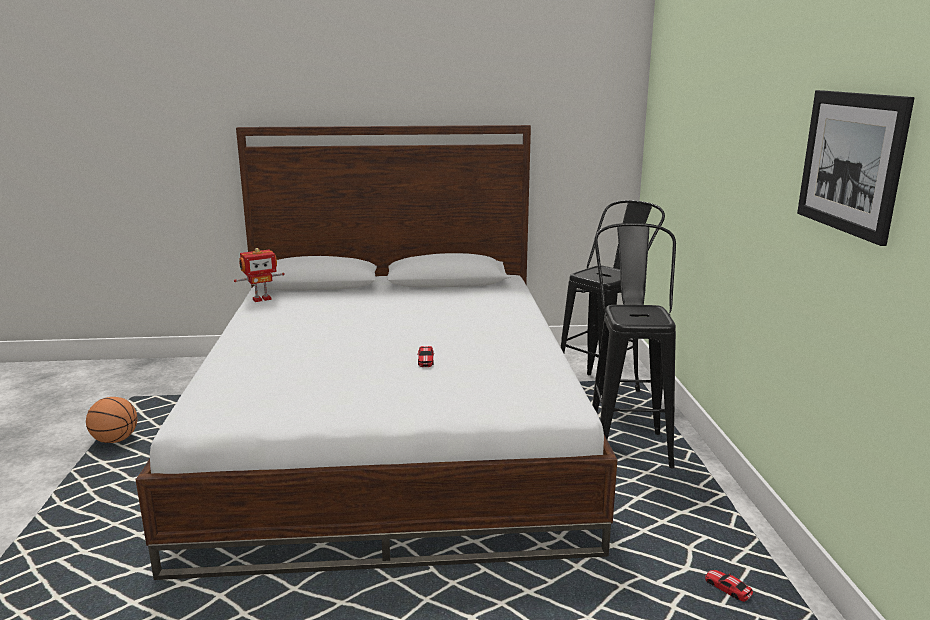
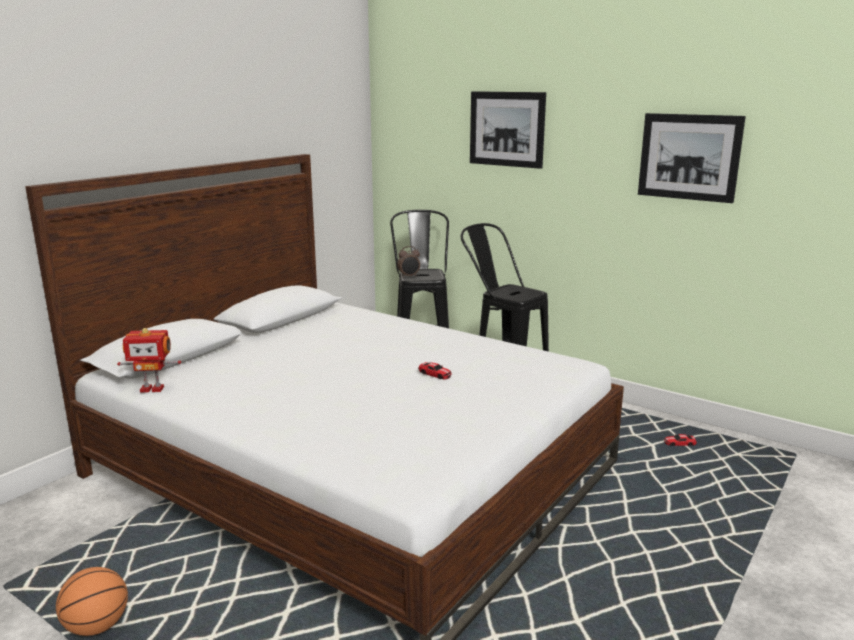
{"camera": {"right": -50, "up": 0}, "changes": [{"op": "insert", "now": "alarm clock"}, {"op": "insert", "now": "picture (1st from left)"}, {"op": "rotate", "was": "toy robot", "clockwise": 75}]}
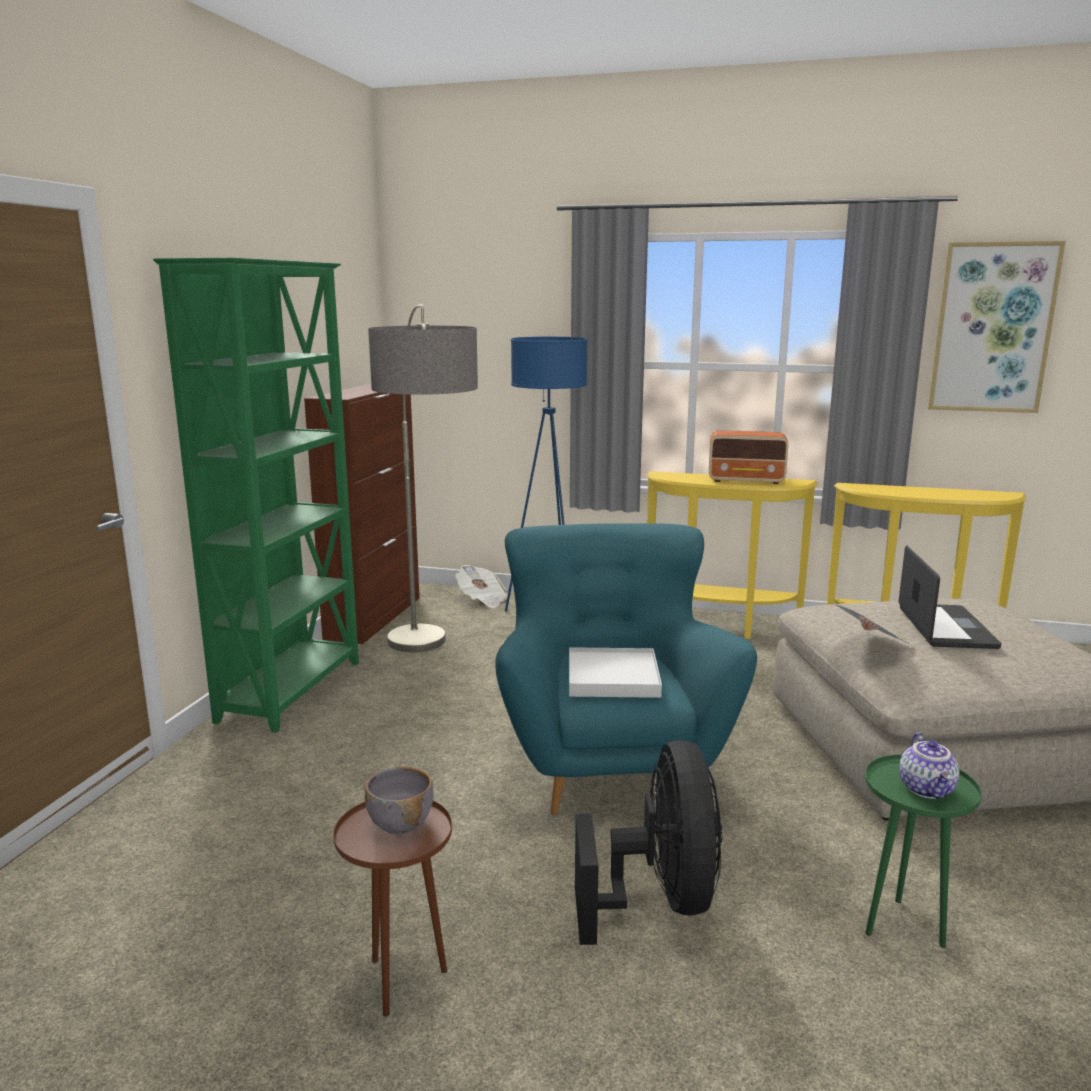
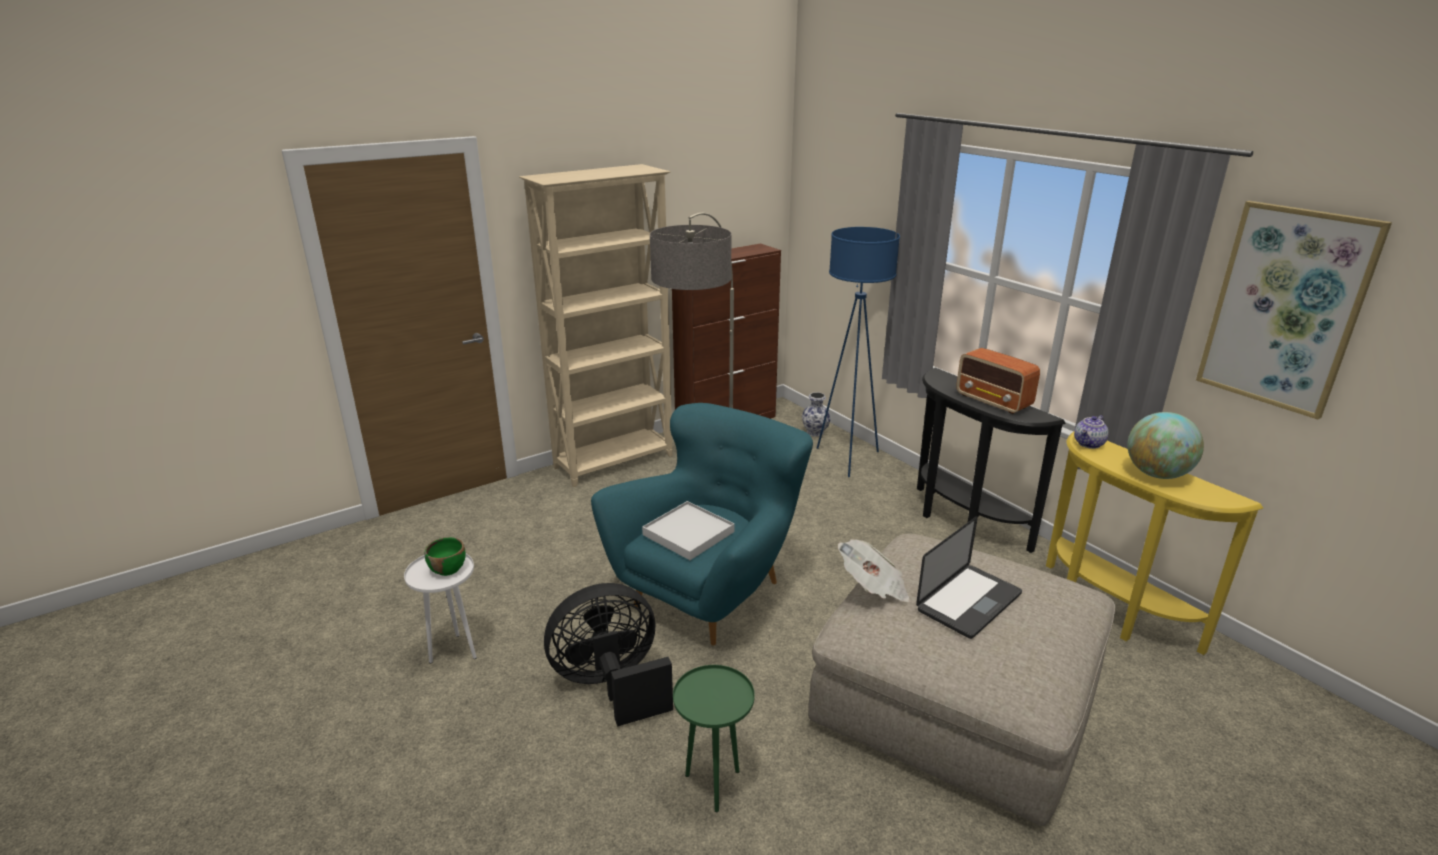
{"camera": {"right": 40, "up": 10}, "changes": [{"op": "insert", "now": "globe"}, {"op": "move", "was": "teapot"}, {"op": "replace", "was": "newspaper (1st from left)", "now": "vase"}, {"op": "recolor", "was": "green bookcase", "now": "beige bookcase"}, {"op": "recolor", "was": "brown side table", "now": "white side table"}, {"op": "recolor", "was": "grey bowl", "now": "green bowl"}, {"op": "recolor", "was": "yellow console table (1st from left)", "now": "black console table"}, {"op": "rotate", "was": "black fan", "clockwise": -150}]}
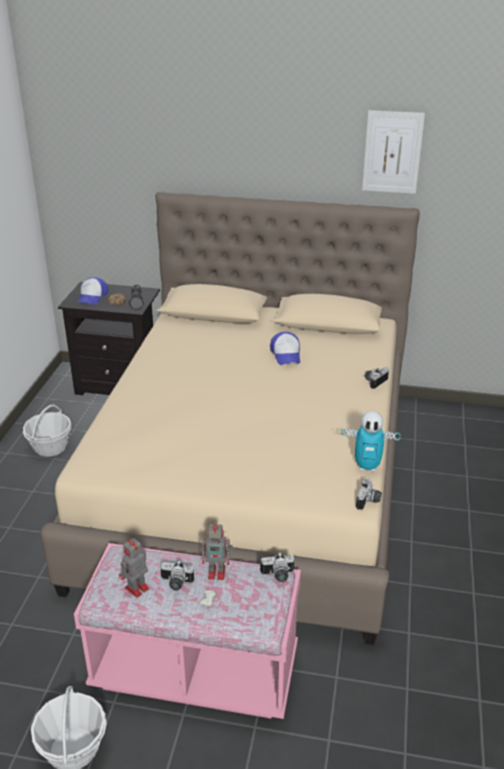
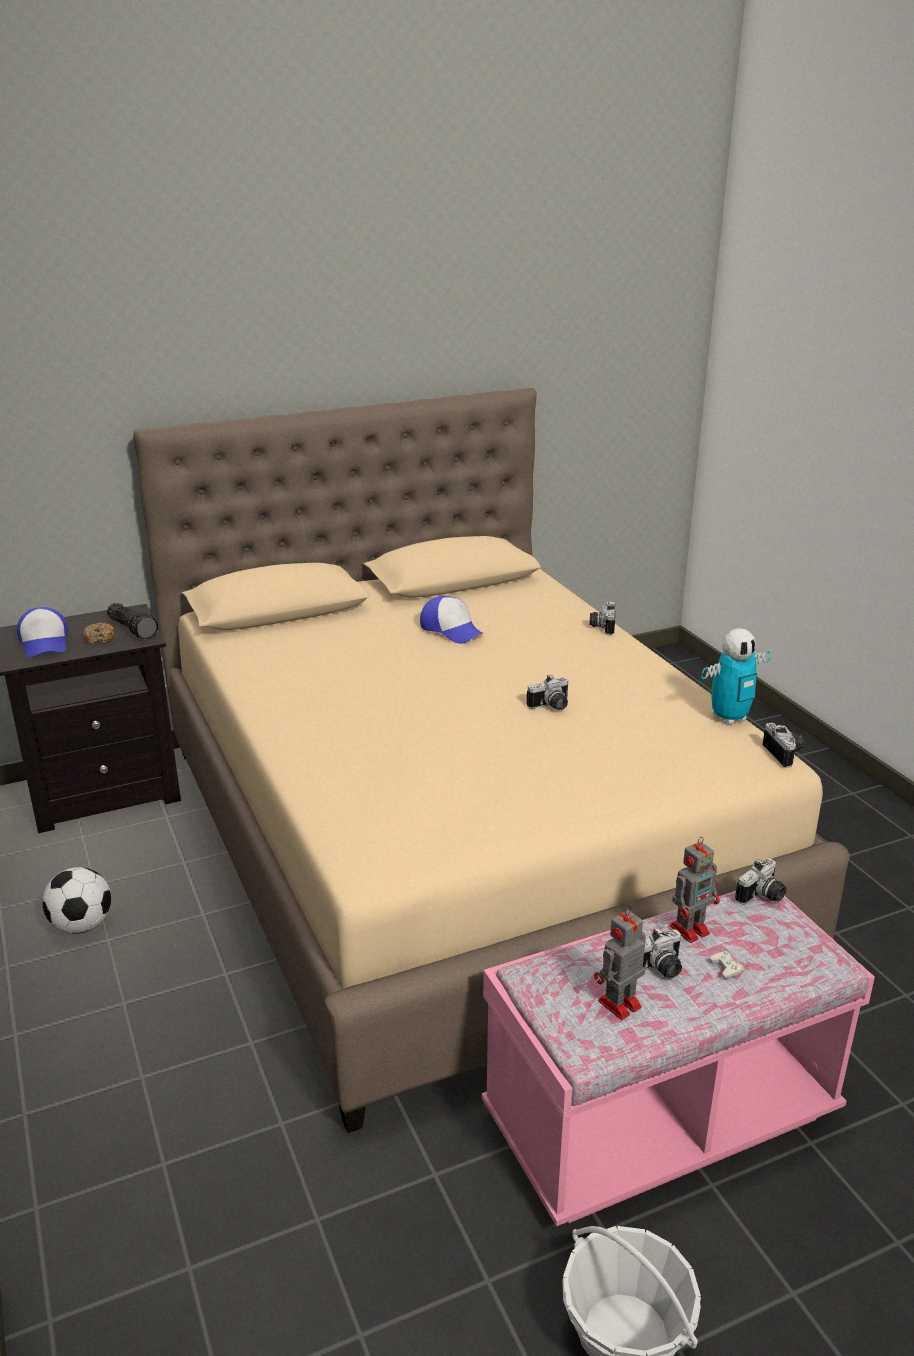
{"camera": {"right": -35, "up": -5}, "changes": [{"op": "delete", "was": "picture"}, {"op": "insert", "now": "photo camera (1st from left)"}, {"op": "replace", "was": "basket (1st from left)", "now": "football"}, {"op": "rotate", "was": "toy robot (1st from left)", "clockwise": 45}]}
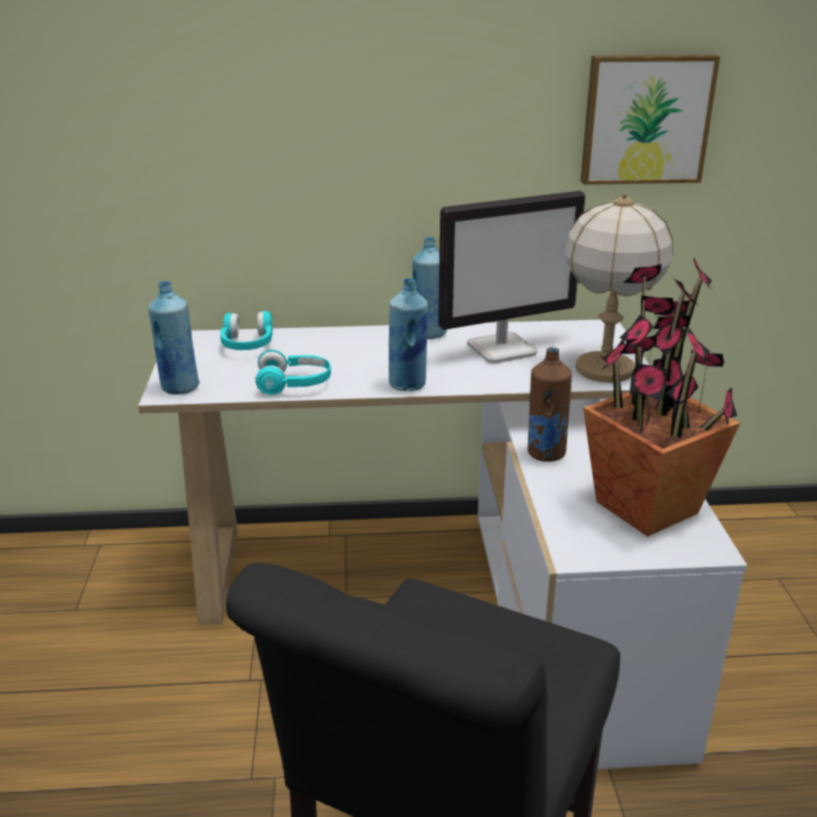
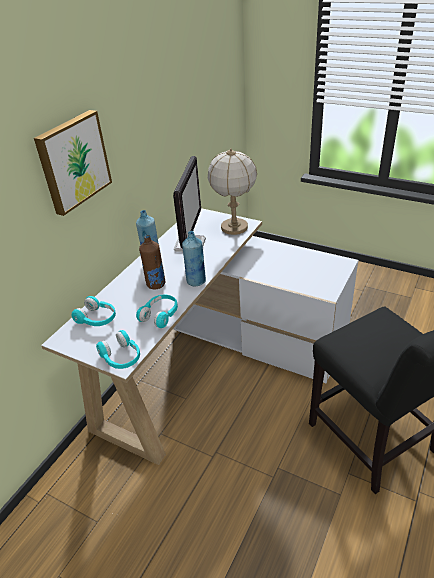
{"camera": {"right": -55, "up": 10}, "changes": [{"op": "delete", "was": "potted plant"}, {"op": "move", "was": "brown bottle"}, {"op": "move", "was": "picture"}, {"op": "replace", "was": "blue bottle (1st from left)", "now": "turquoise headphones (2nd from left)"}]}
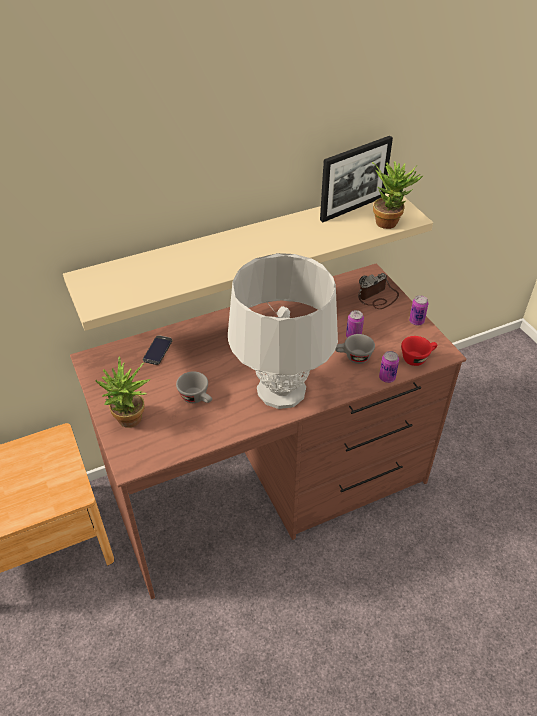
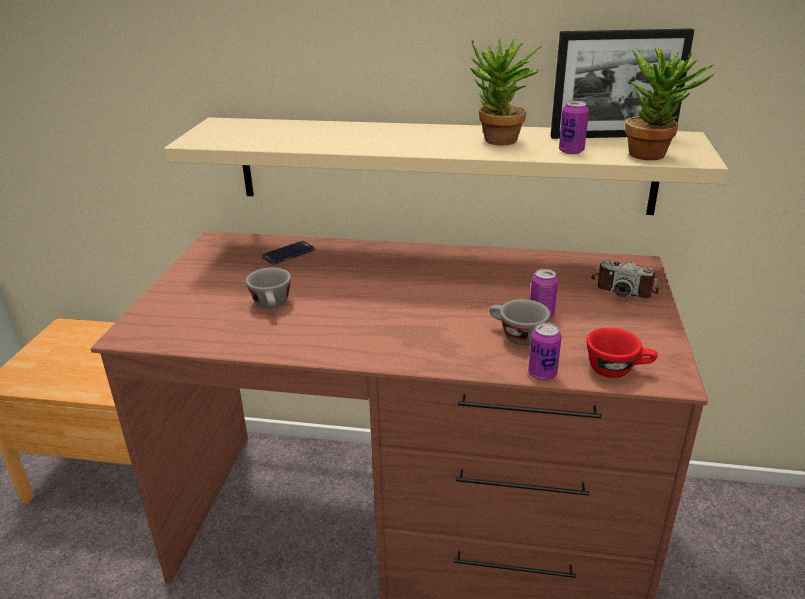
{"camera": {"right": 35, "up": -15}, "changes": [{"op": "delete", "was": "grey table lamp"}, {"op": "move", "was": "potted plant (1st from left)"}, {"op": "move", "was": "can (3rd from left)"}, {"op": "rotate", "was": "photo camera", "clockwise": -150}]}
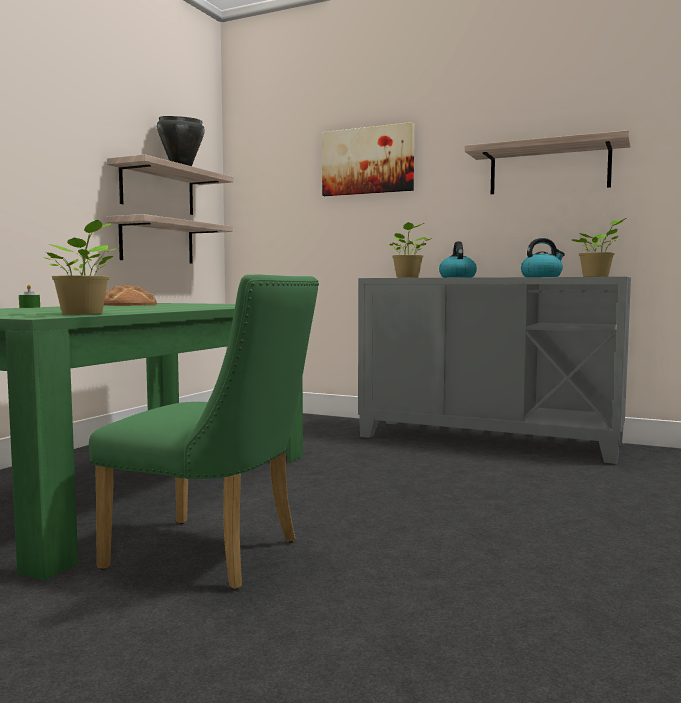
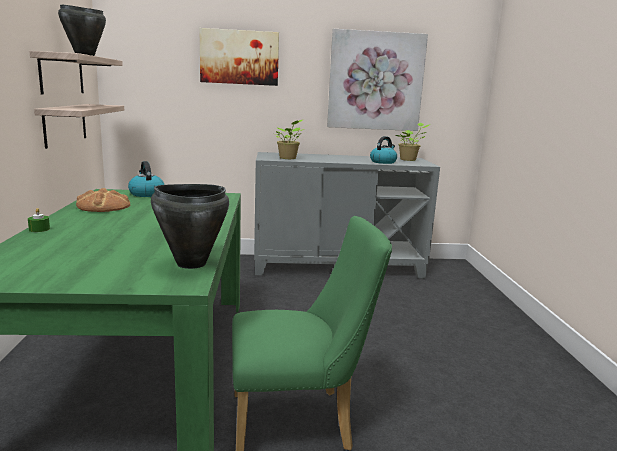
{"camera": {"right": -30, "up": 10}, "changes": [{"op": "move", "was": "kettle (1st from left)"}, {"op": "replace", "was": "potted plant (1st from left)", "now": "black cooking pot (2nd from left)"}, {"op": "replace", "was": "shelf (3rd from left)", "now": "picture (2nd from left)"}]}
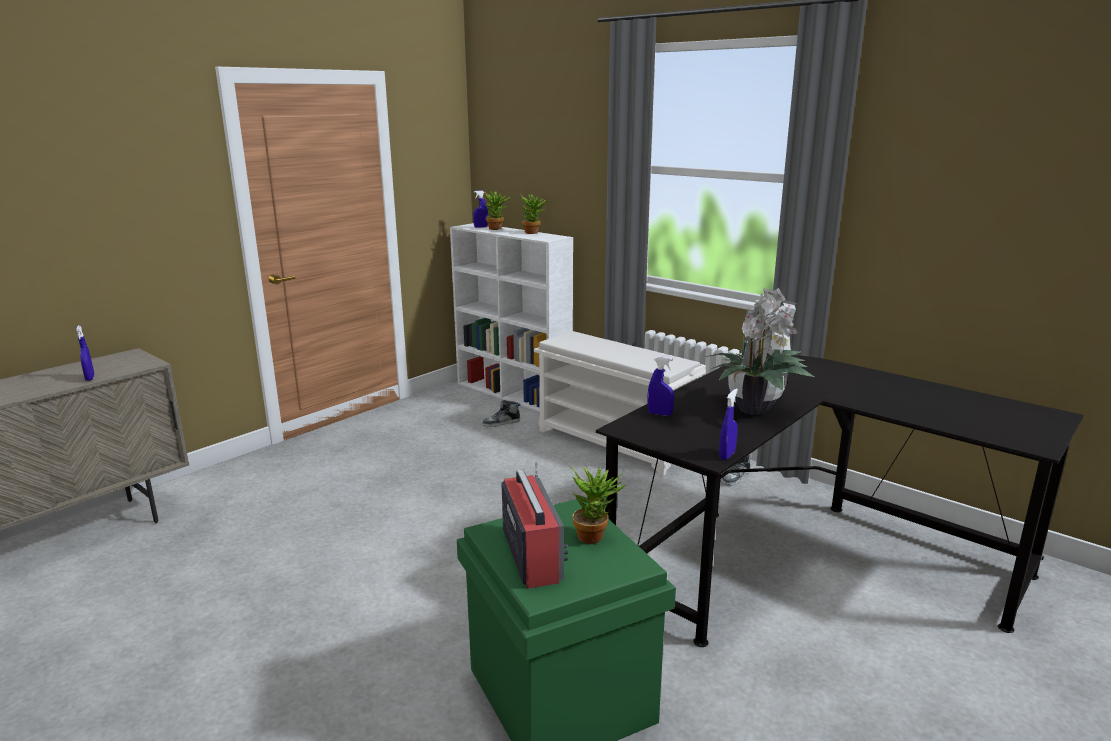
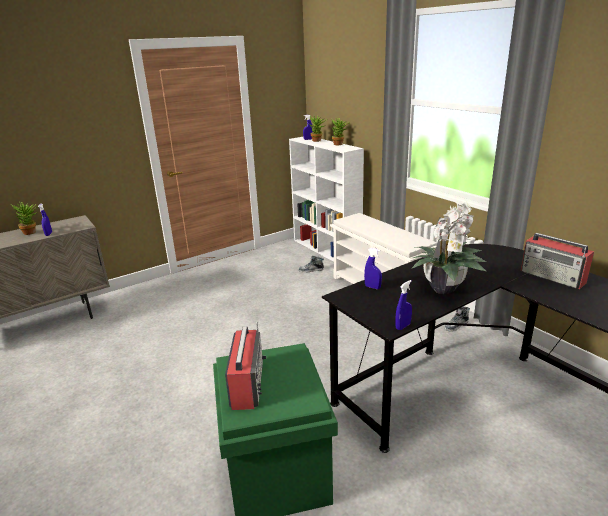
{"camera": {"right": 15, "up": 5}, "changes": [{"op": "insert", "now": "radio (2nd from left)"}, {"op": "move", "was": "potted plant (3rd from left in the first image)", "now": "potted plant (1st from left)"}]}
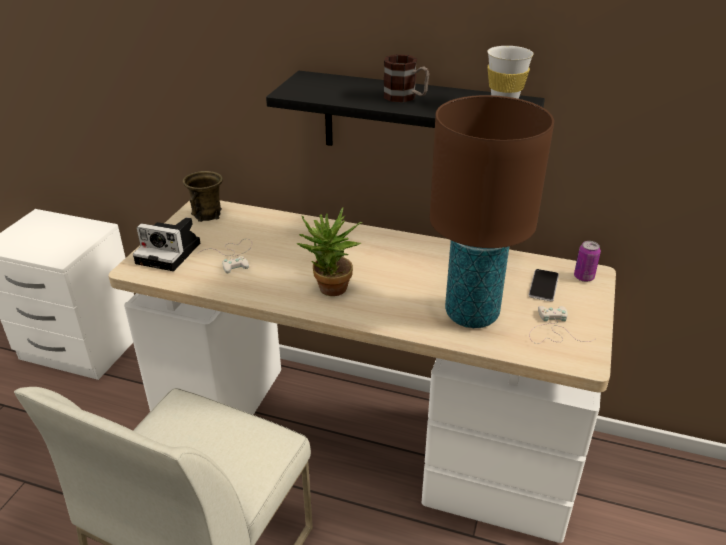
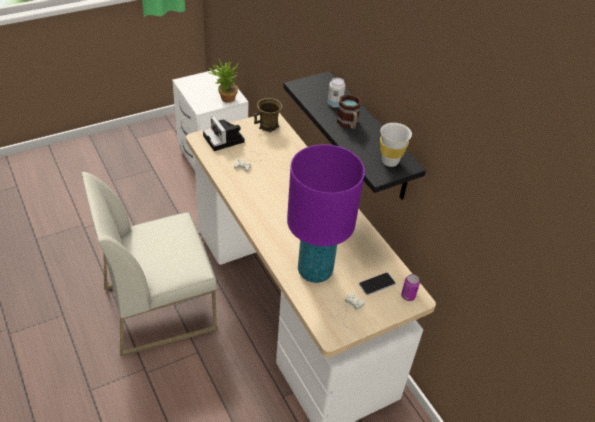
{"camera": {"right": 40, "up": 10}, "changes": [{"op": "insert", "now": "can (1st from left)"}, {"op": "move", "was": "potted plant"}, {"op": "recolor", "was": "brown table lamp", "now": "purple table lamp"}]}
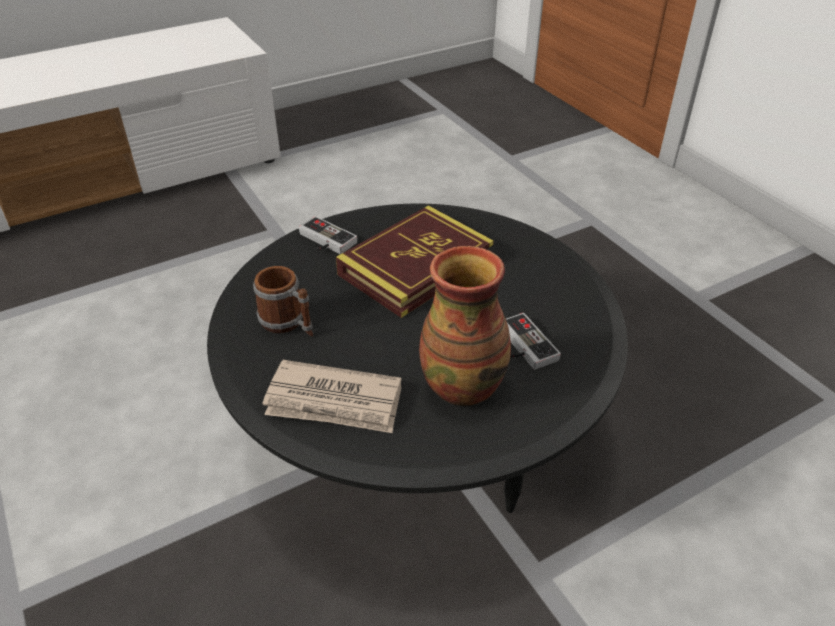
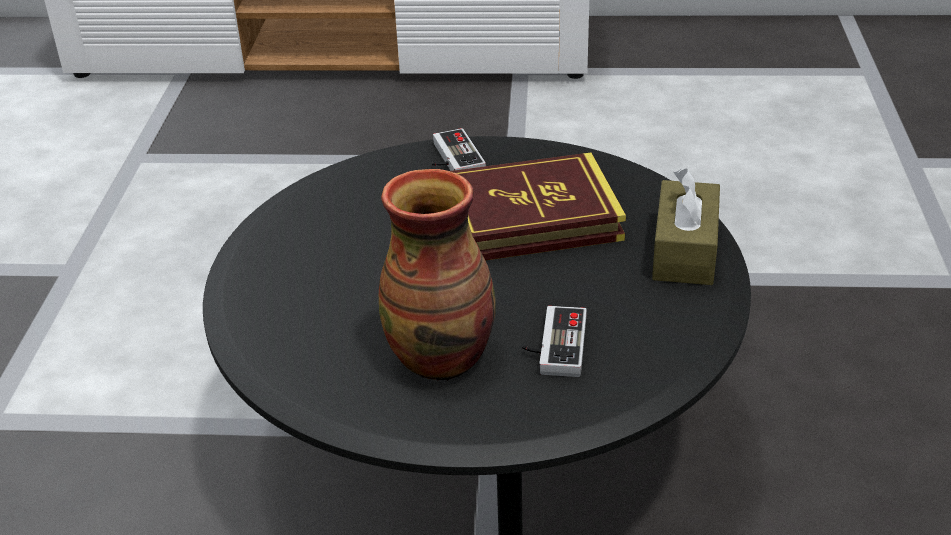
{"camera": {"right": 35, "up": -5}, "changes": [{"op": "delete", "was": "mug"}, {"op": "delete", "was": "newspaper"}, {"op": "insert", "now": "brown tissue box"}]}
